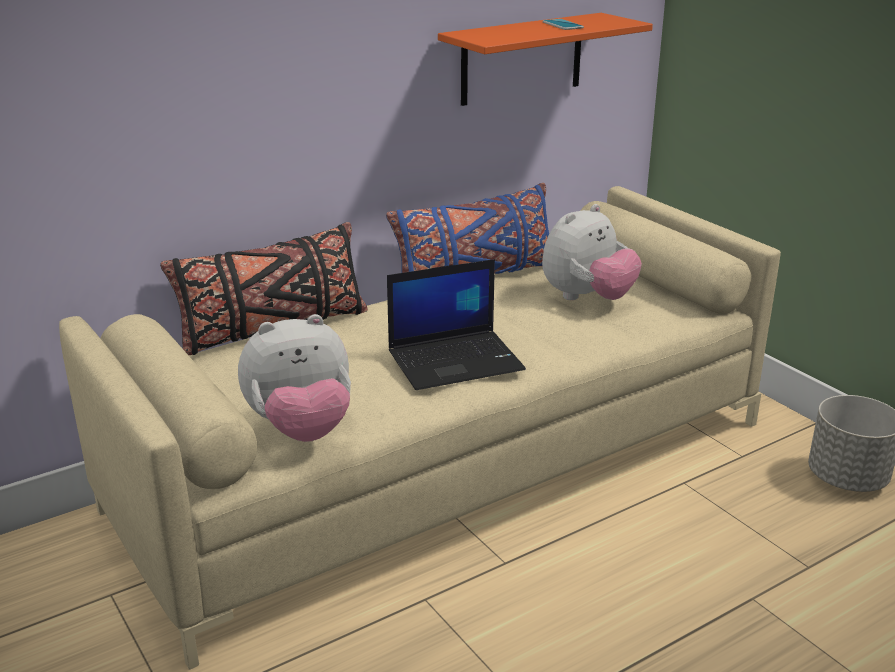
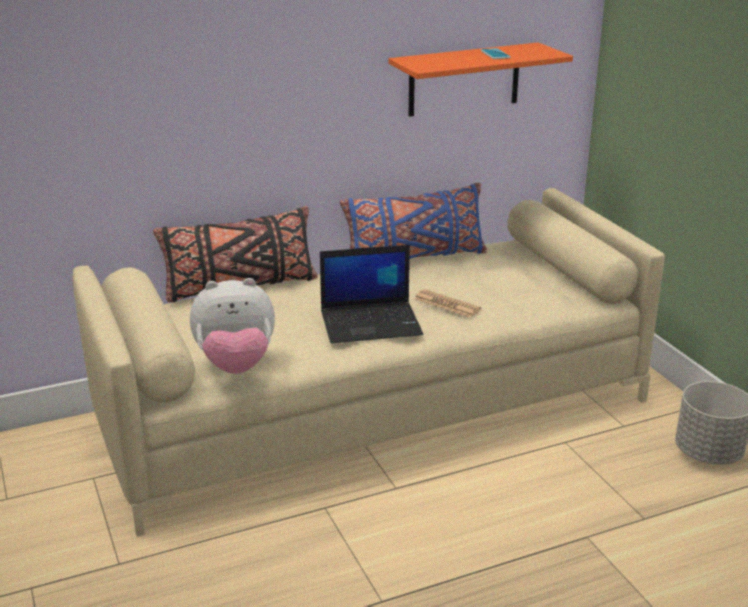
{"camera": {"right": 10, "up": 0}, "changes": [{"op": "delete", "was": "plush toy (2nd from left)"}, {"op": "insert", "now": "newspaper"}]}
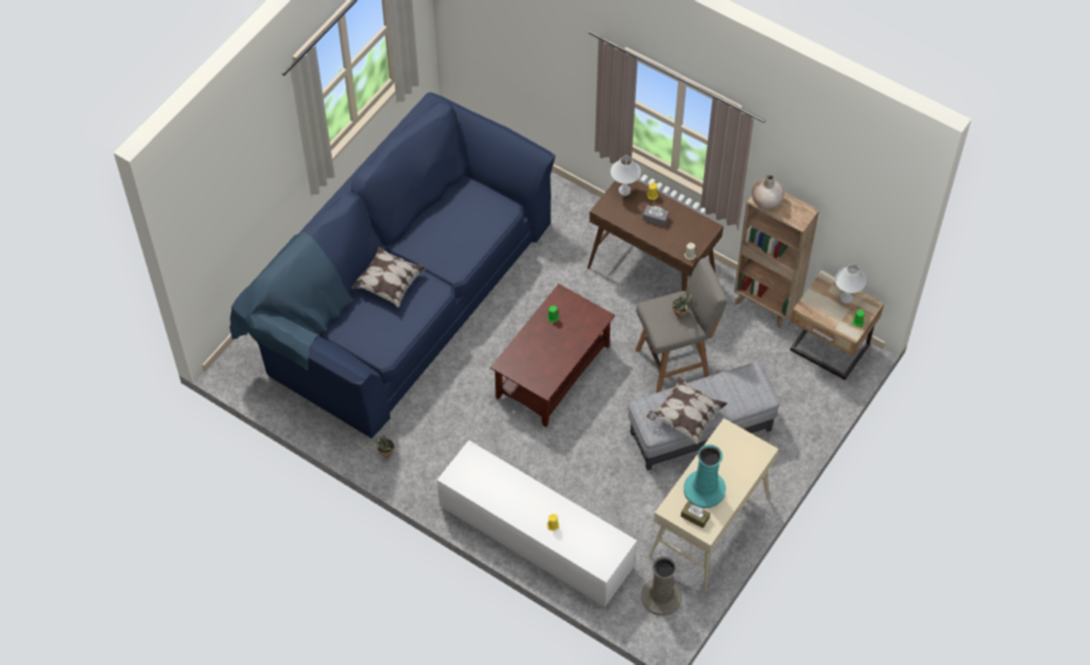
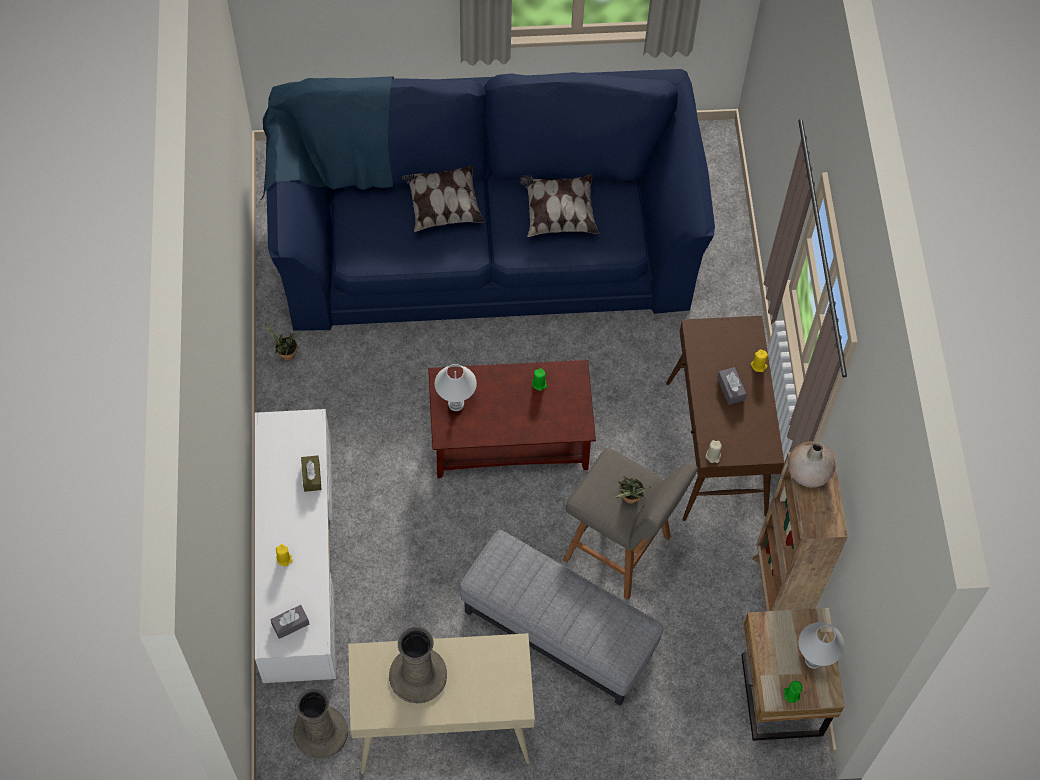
{"camera": {"right": 50, "up": 5}, "changes": [{"op": "insert", "now": "grey tissue box (1st from left)"}, {"op": "move", "was": "white table lamp (1st from left)"}, {"op": "move", "was": "pillow (2nd from left)"}, {"op": "move", "was": "brown tissue box"}, {"op": "recolor", "was": "turquoise vase", "now": "beige vase (2nd from left)"}]}
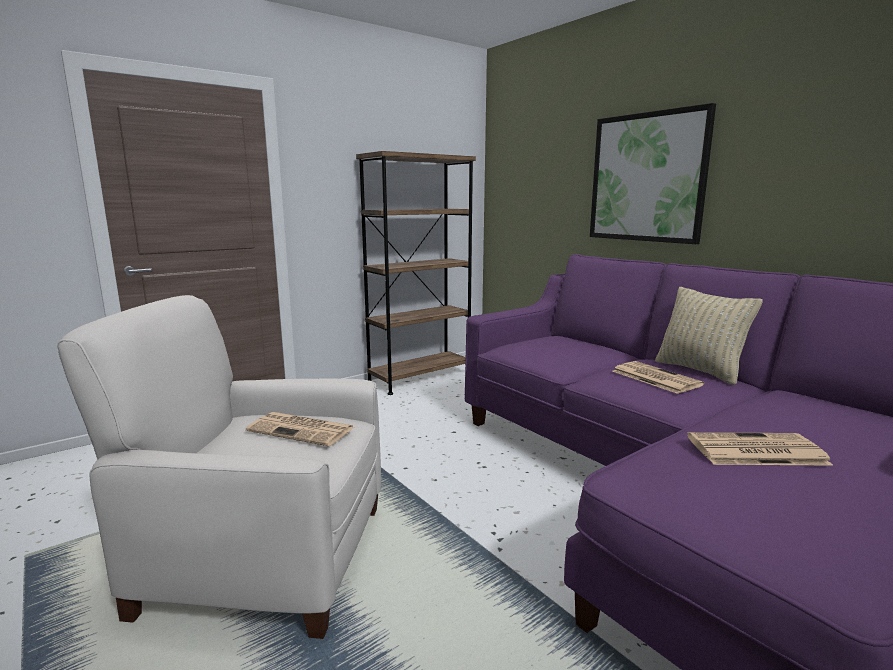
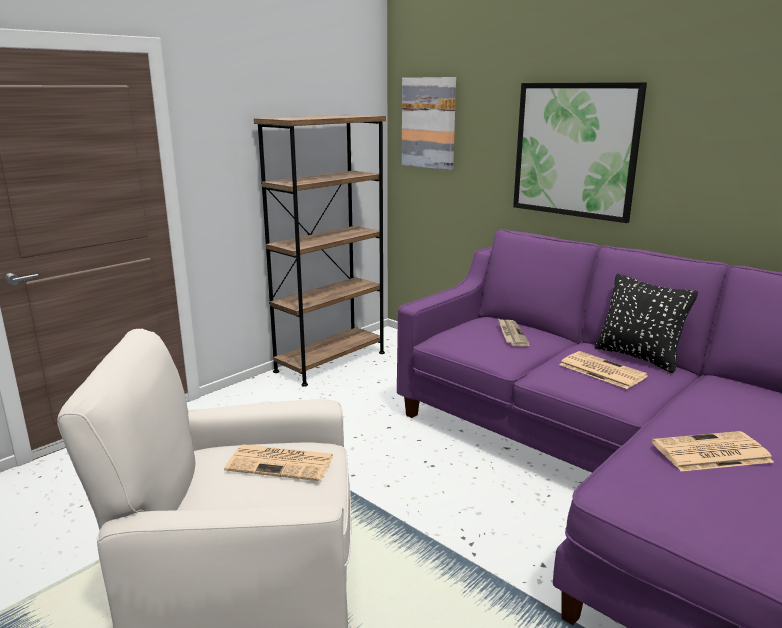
{"camera": {"right": -10, "up": 5}, "changes": [{"op": "insert", "now": "picture (1st from left)"}, {"op": "insert", "now": "newspaper (2nd from left)"}, {"op": "recolor", "was": "beige pillow", "now": "black pillow"}]}
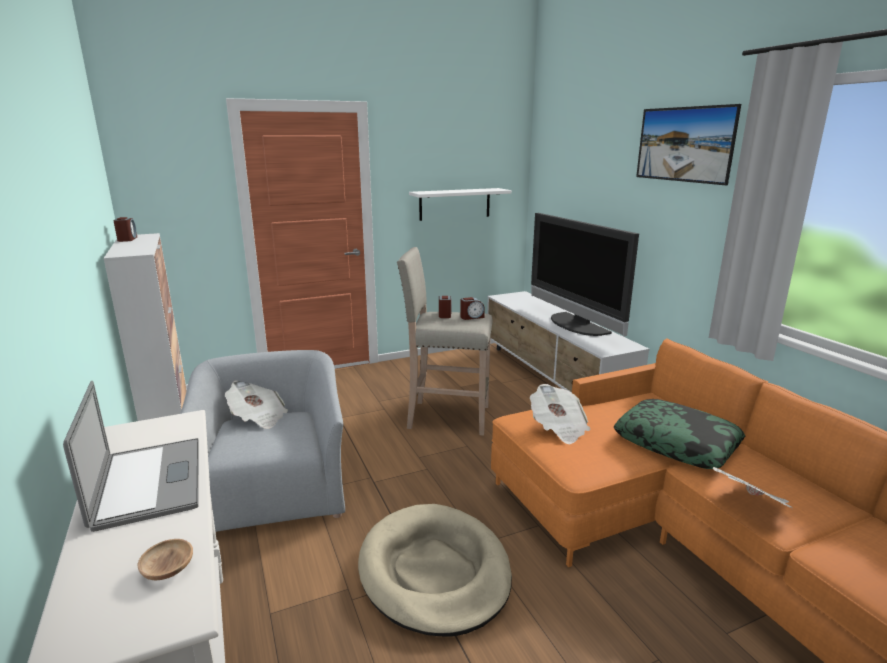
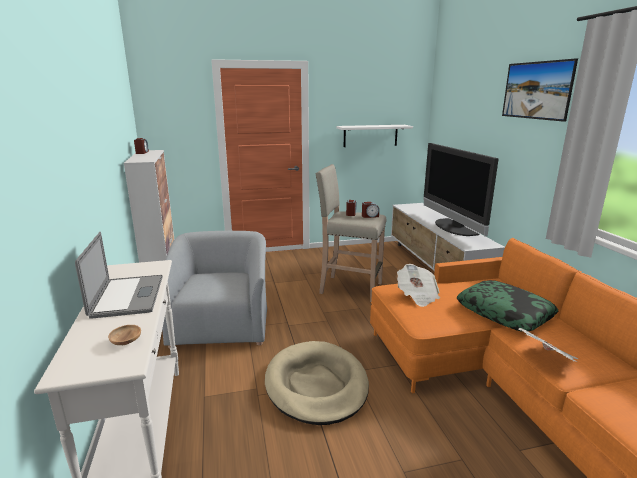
{"camera": {"right": 10, "up": 0}, "changes": [{"op": "delete", "was": "newspaper (1st from left)"}]}
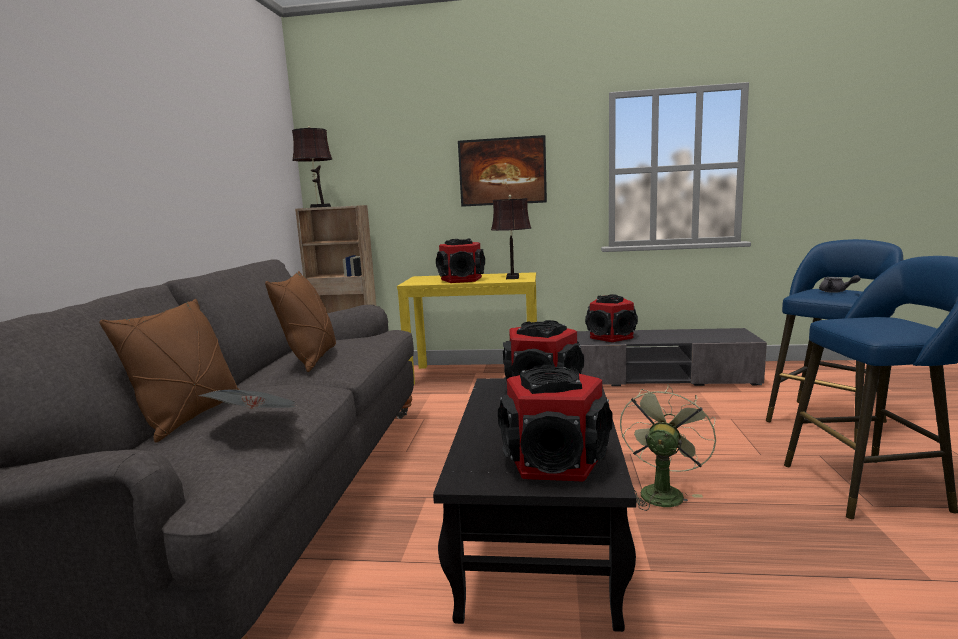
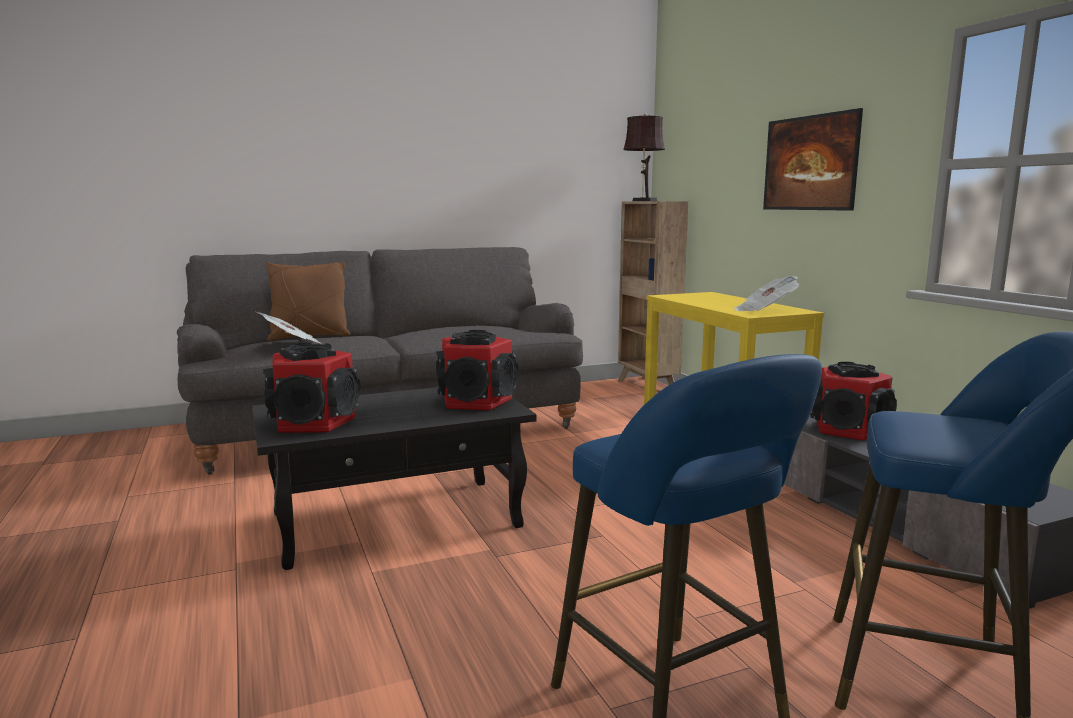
{"camera": {"right": 60, "up": 0}, "changes": [{"op": "delete", "was": "brown pillow (2nd from left)"}, {"op": "delete", "was": "speaker (1st from left)"}, {"op": "delete", "was": "green fan"}, {"op": "delete", "was": "grey teapot"}, {"op": "replace", "was": "brown table lamp (2nd from left)", "now": "newspaper (2nd from left)"}]}
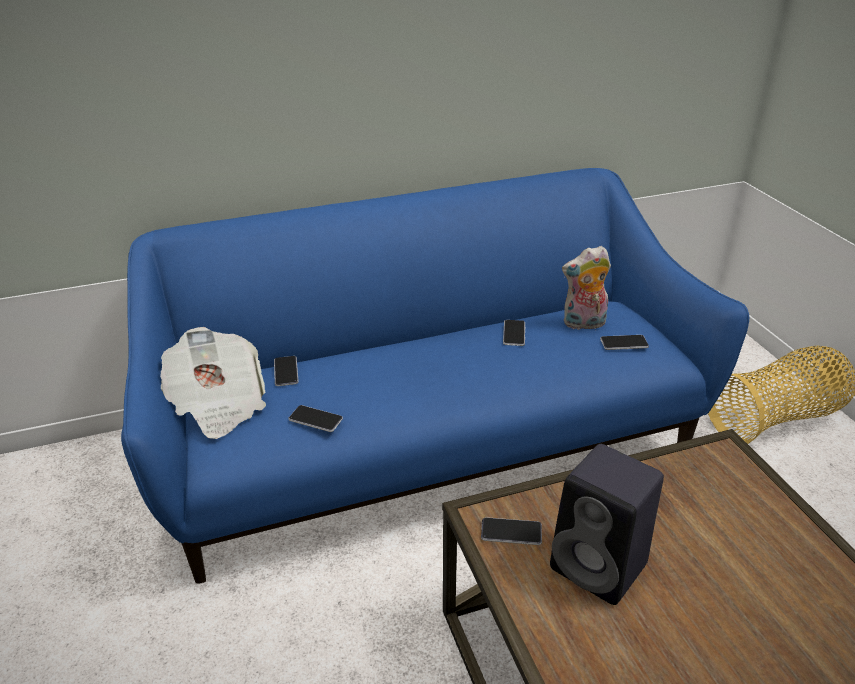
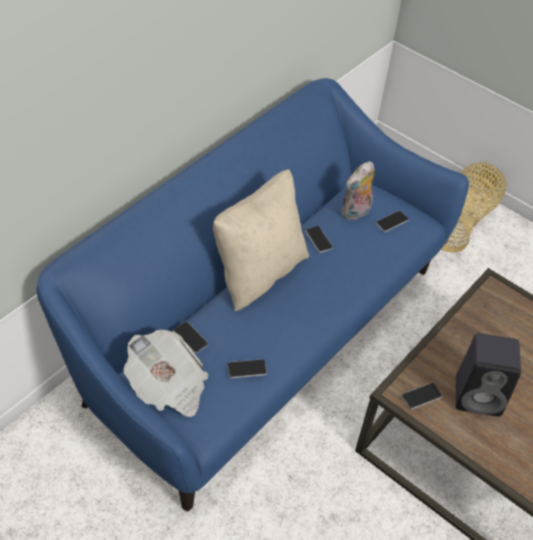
{"camera": {"right": -35, "up": 15}, "changes": [{"op": "insert", "now": "beige pillow"}]}
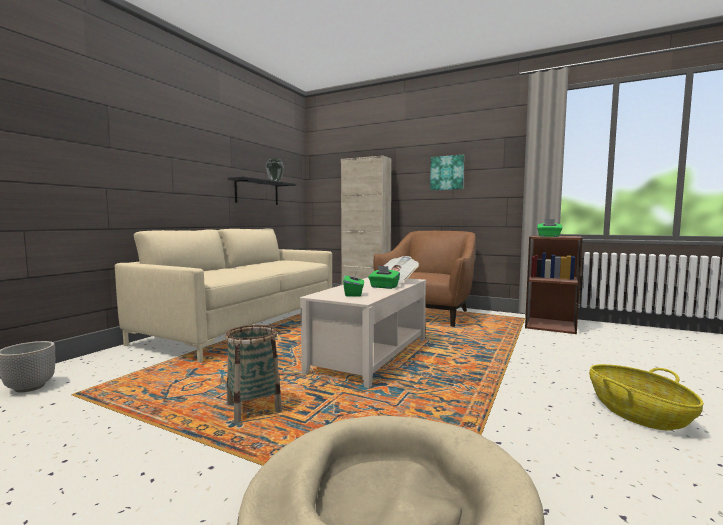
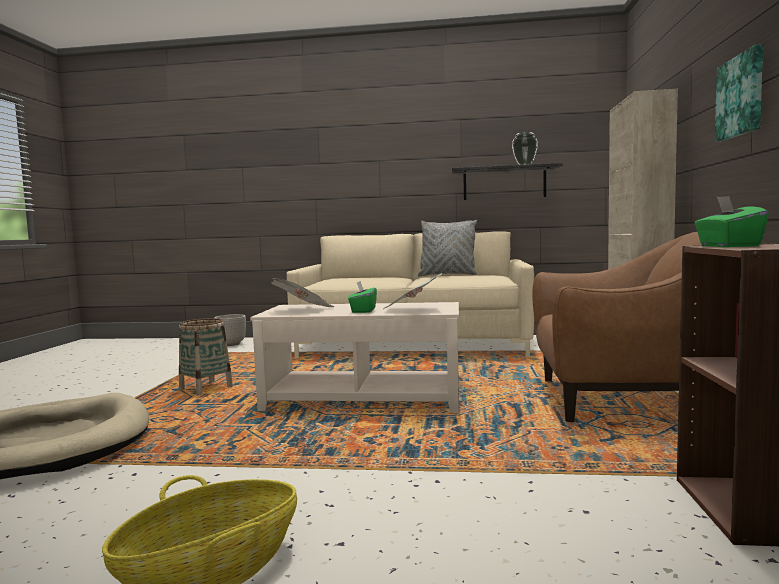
{"camera": {"right": 70, "up": 0}, "changes": [{"op": "insert", "now": "grey pillow"}, {"op": "replace", "was": "green tissue box (1st from left)", "now": "newspaper (1st from left)"}]}
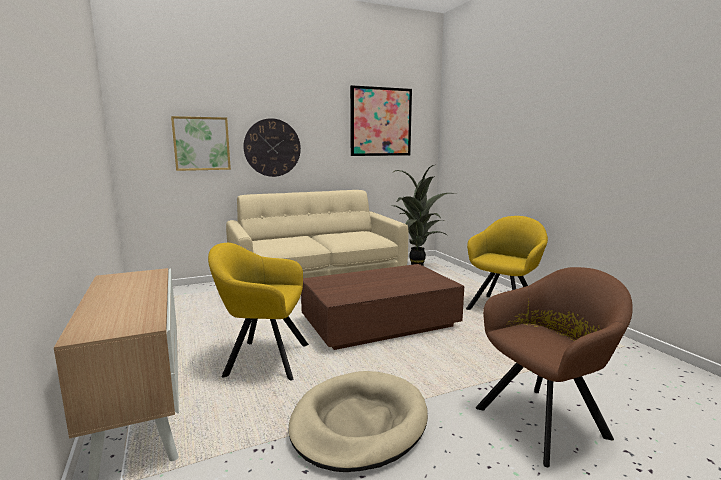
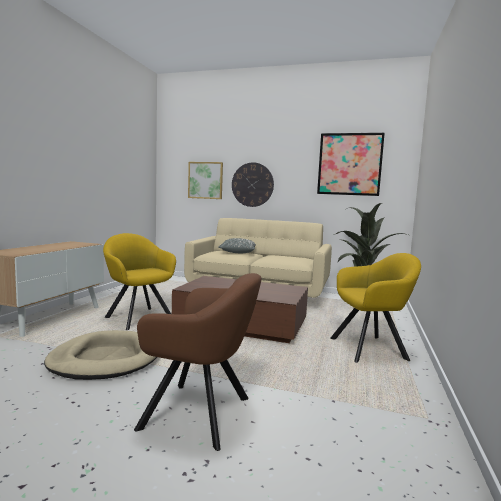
{"camera": {"right": 40, "up": -5}, "changes": [{"op": "insert", "now": "grey pillow"}]}
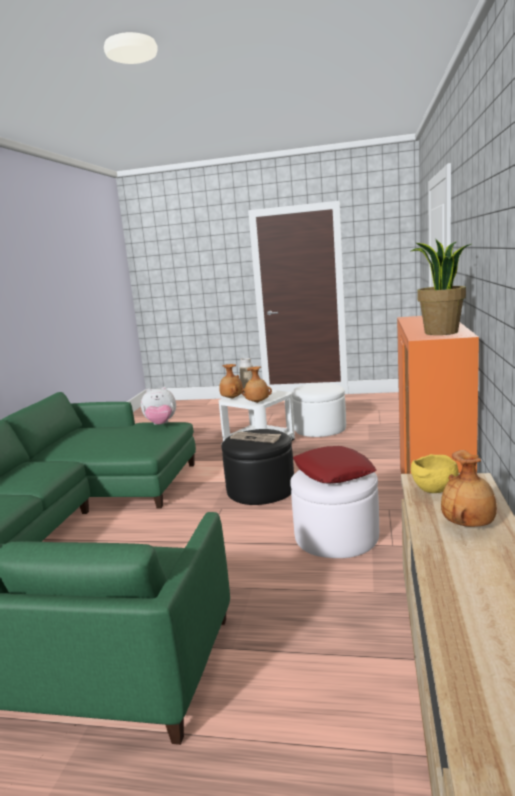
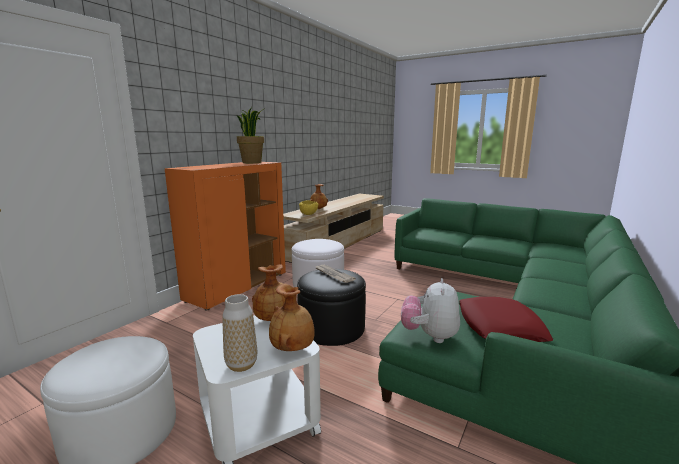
{"camera": {"right": -160, "up": 0}, "changes": [{"op": "move", "was": "red pillow"}, {"op": "rotate", "was": "plush toy", "clockwise": -90}]}
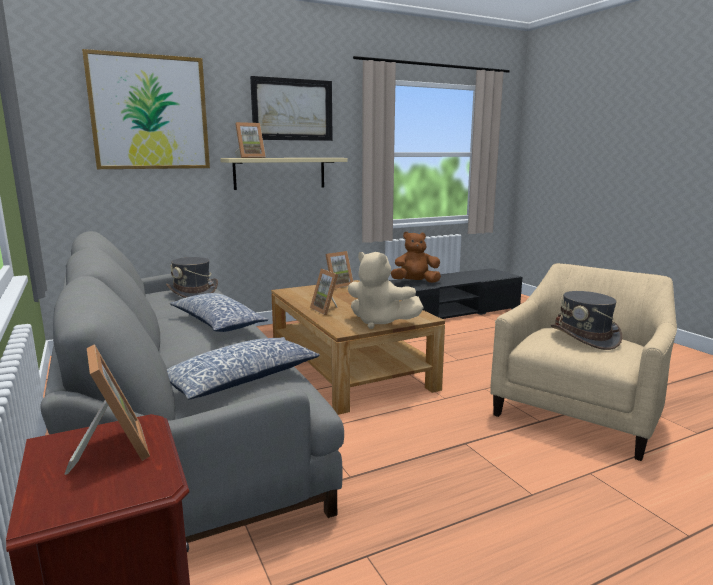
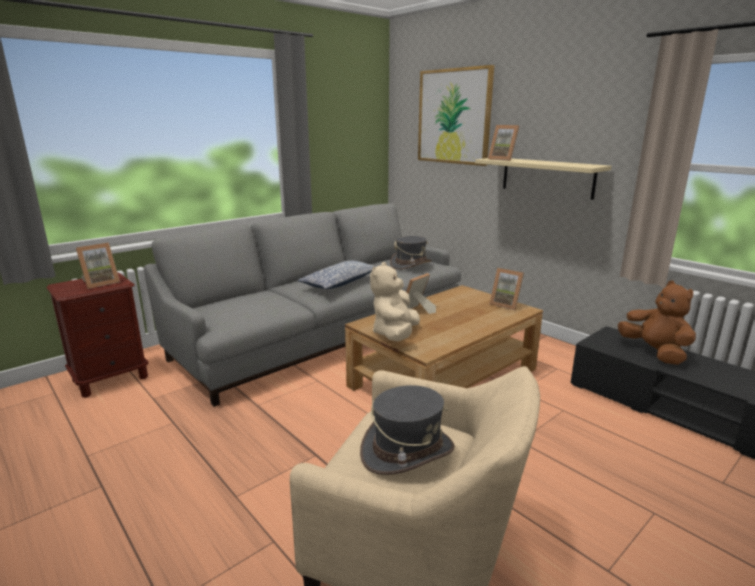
{"camera": {"right": 75, "up": 5}, "changes": [{"op": "delete", "was": "pillow (2nd from left)"}, {"op": "delete", "was": "picture (2nd from left)"}]}
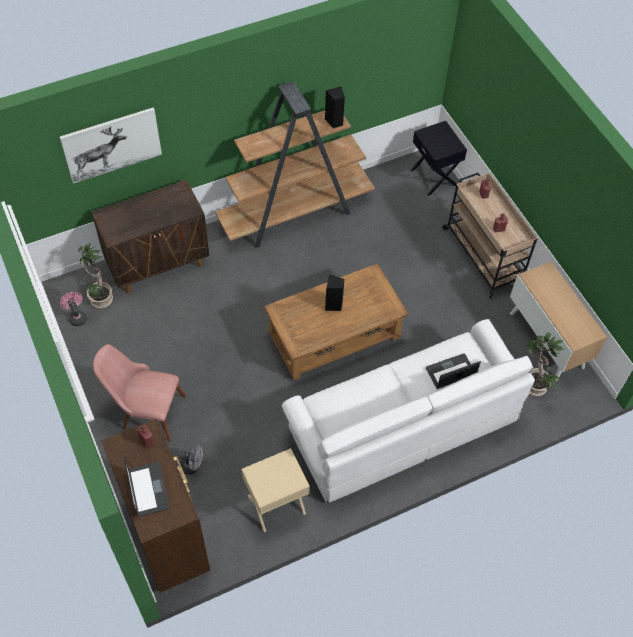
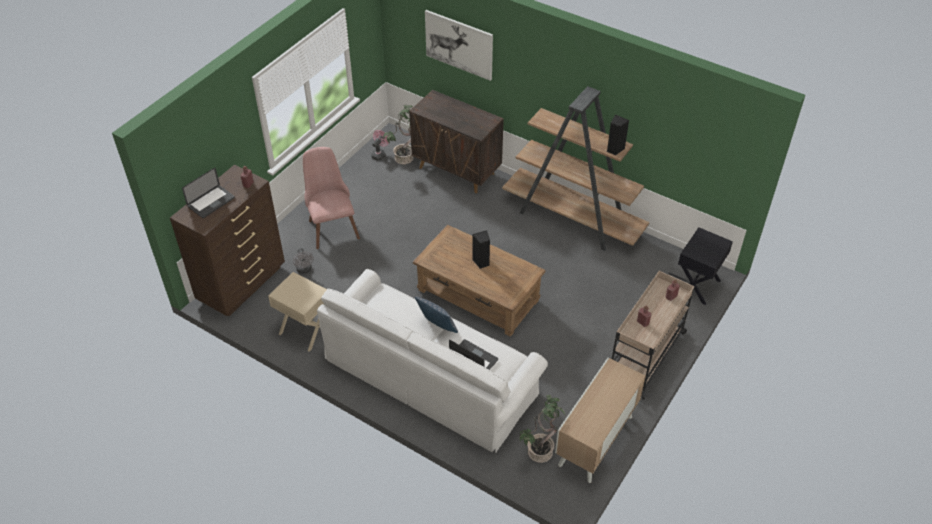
{"camera": {"right": 60, "up": -10}, "changes": [{"op": "insert", "now": "pillow"}]}
